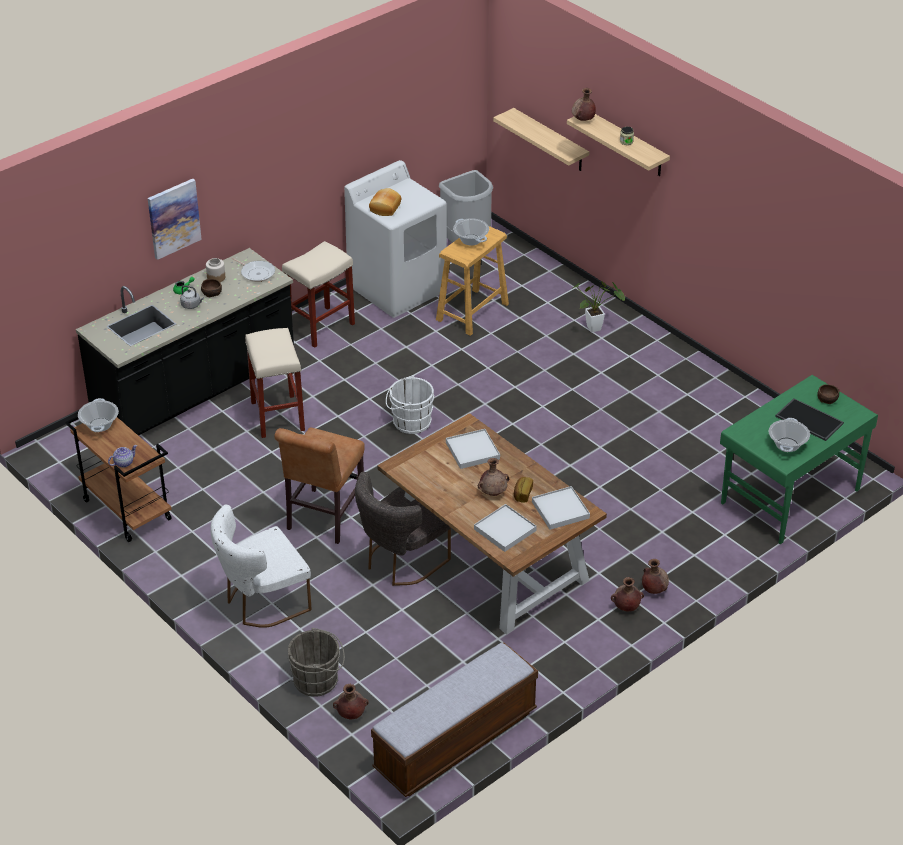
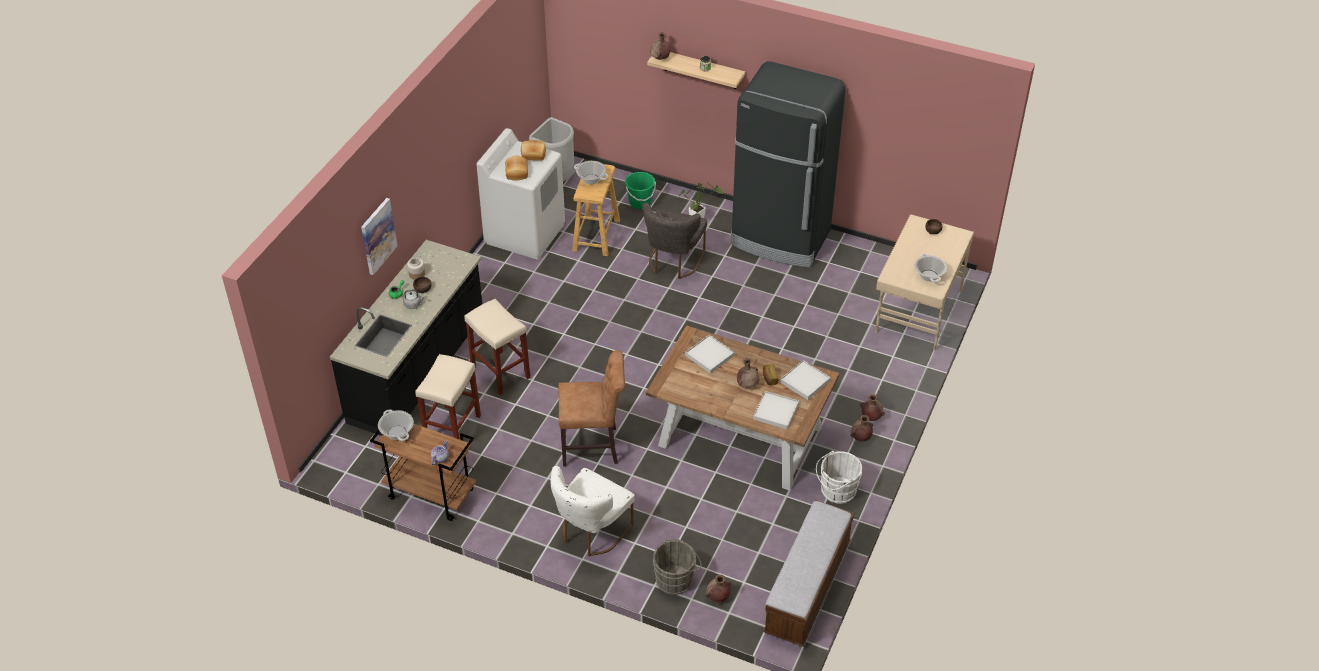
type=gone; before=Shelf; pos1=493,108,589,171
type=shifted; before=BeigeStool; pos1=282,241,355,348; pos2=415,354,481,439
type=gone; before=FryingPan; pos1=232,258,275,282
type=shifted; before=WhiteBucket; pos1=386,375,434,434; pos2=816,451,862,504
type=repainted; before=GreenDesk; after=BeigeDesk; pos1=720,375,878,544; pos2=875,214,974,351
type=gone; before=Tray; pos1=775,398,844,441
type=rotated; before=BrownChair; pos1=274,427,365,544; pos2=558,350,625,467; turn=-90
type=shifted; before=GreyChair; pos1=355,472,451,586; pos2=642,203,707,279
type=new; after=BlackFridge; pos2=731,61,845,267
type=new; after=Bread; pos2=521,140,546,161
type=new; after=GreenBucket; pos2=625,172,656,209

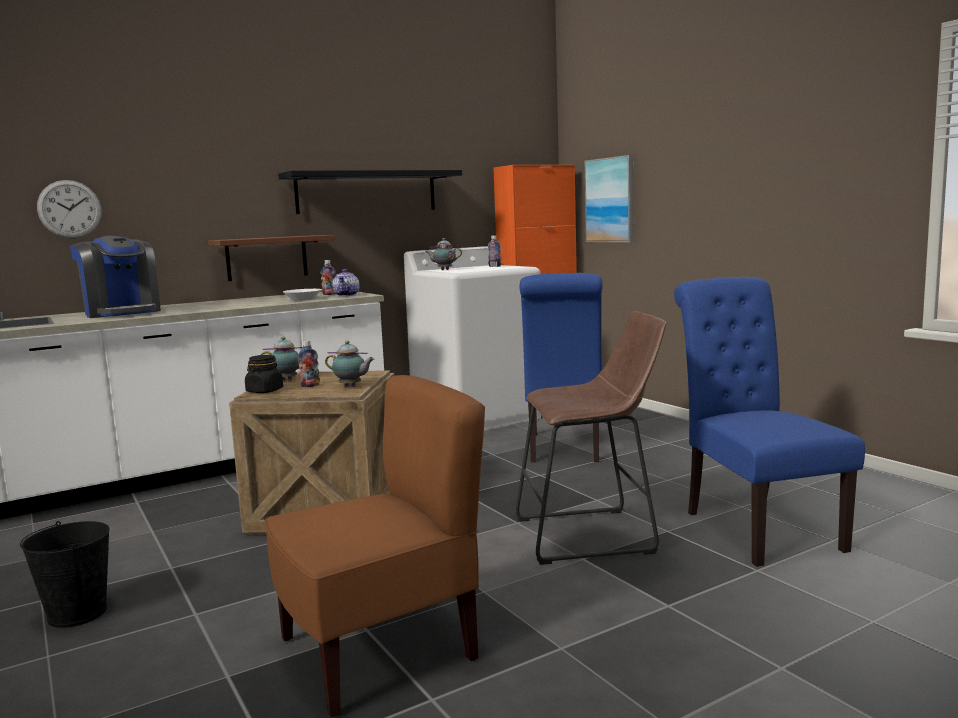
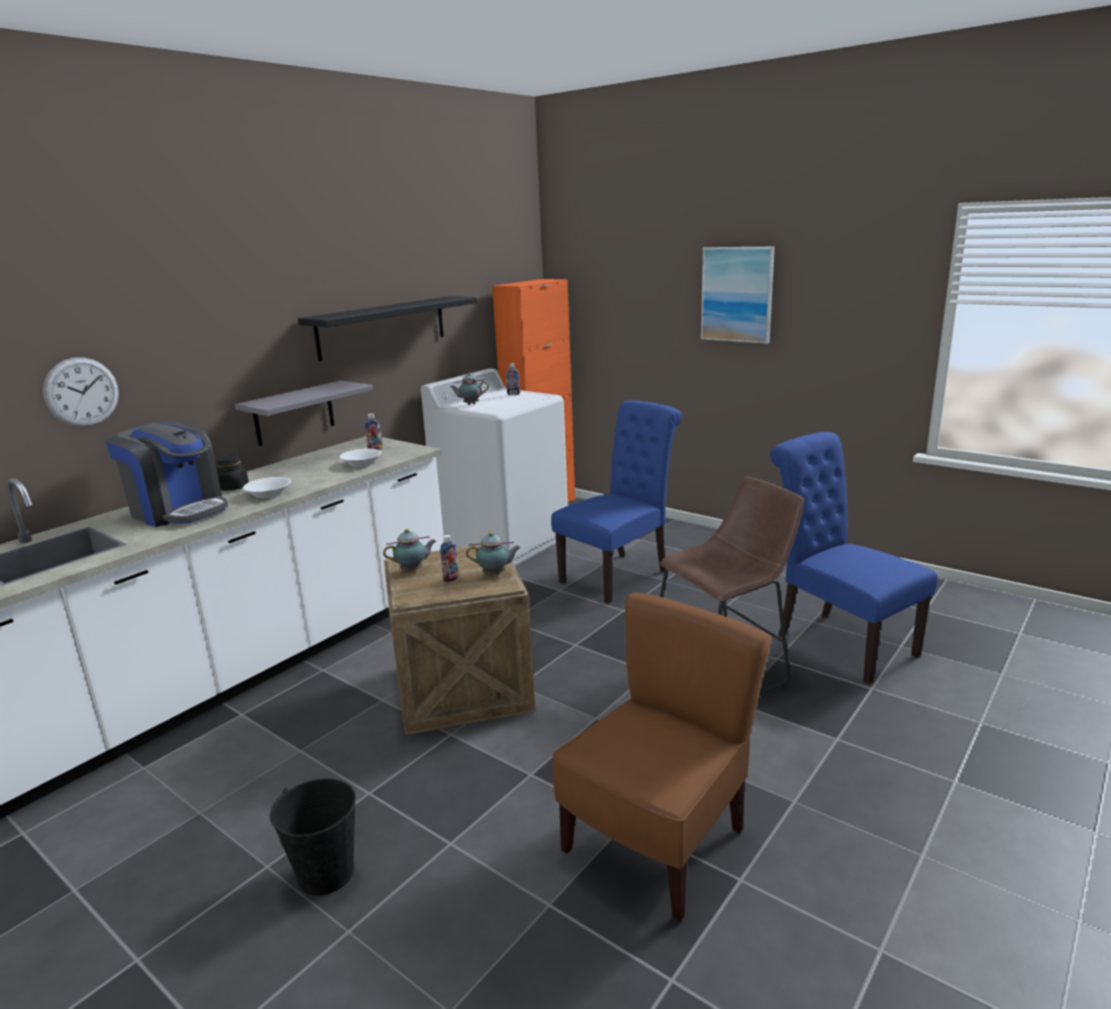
type=shifted; before=Picture; pos1=585,155,634,243; pos2=701,247,775,344
type=repainted; before=BrownShelf; after=GreyShelf; pos1=208,235,335,281; pos2=235,380,373,446
type=gone; before=Teapot; pos1=332,269,359,297
type=rotated; before=BlueChair; pos1=520,273,603,462; pos2=551,400,682,603; turn=-120
type=shifted; before=BlackJar; pos1=245,355,283,393; pos2=215,455,249,490
type=new; after=WhiteBowl; pos2=243,477,291,498

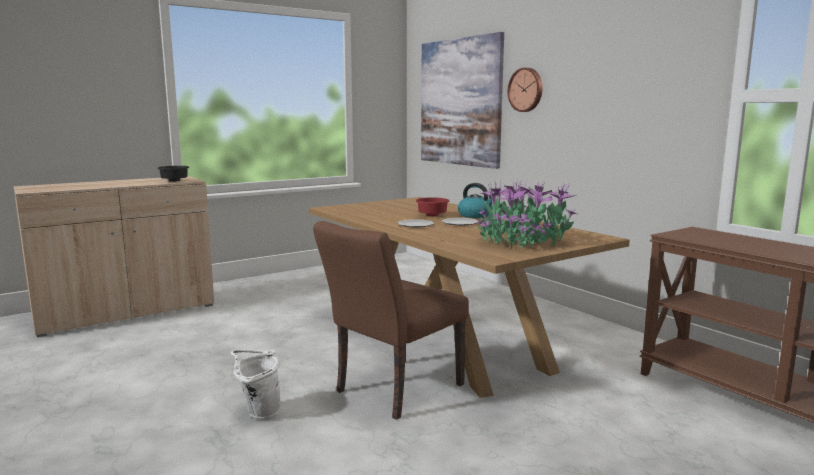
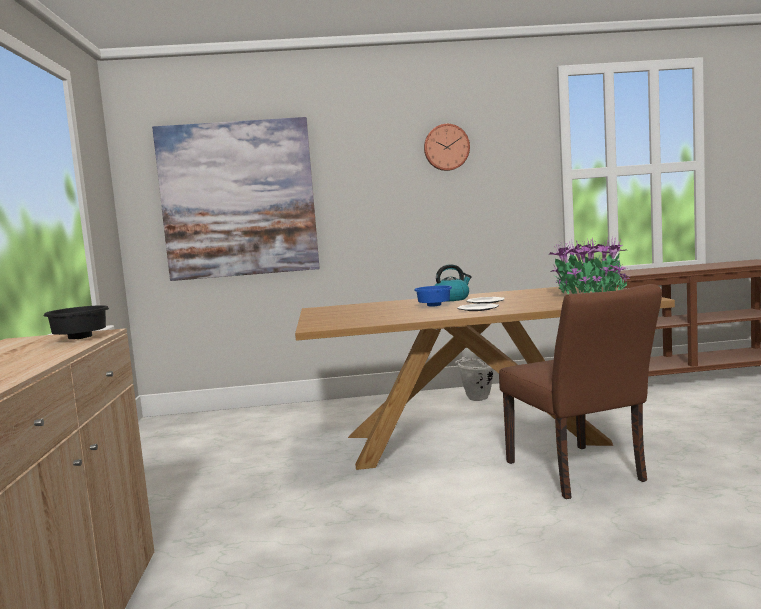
type=shifted; before=WallClock; pos1=508,68,543,112; pos2=424,124,470,171
type=repainted; before=RedBowl; after=BlueBowl; pos1=416,198,450,217; pos2=414,286,452,307
type=shifted; before=WhiteBucket; pos1=230,349,280,420; pos2=455,357,493,401

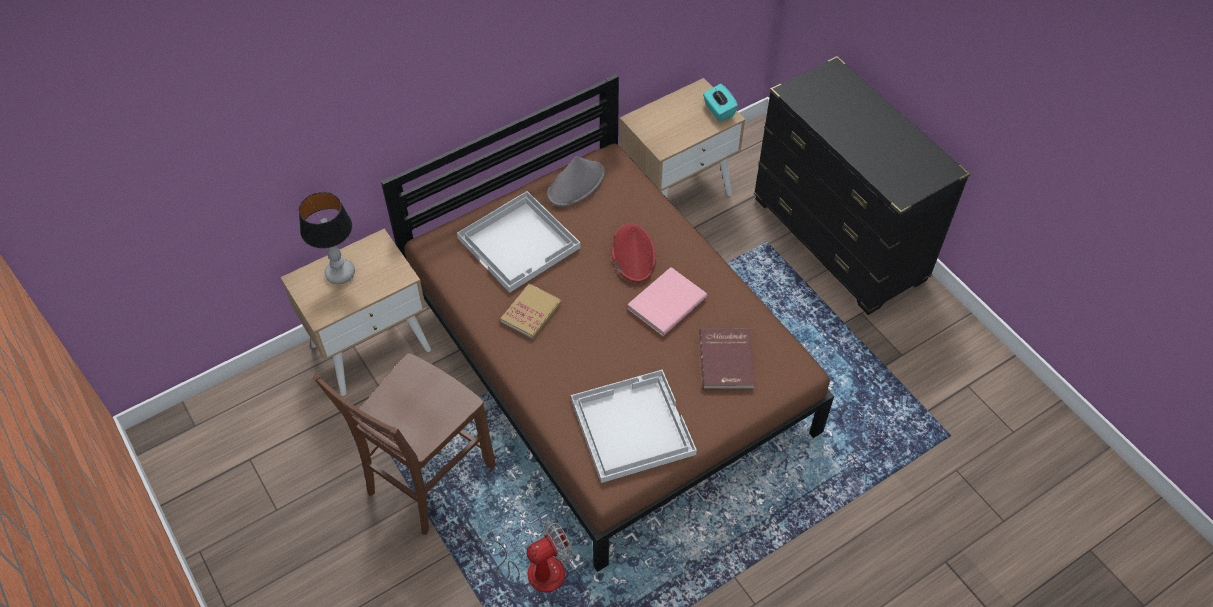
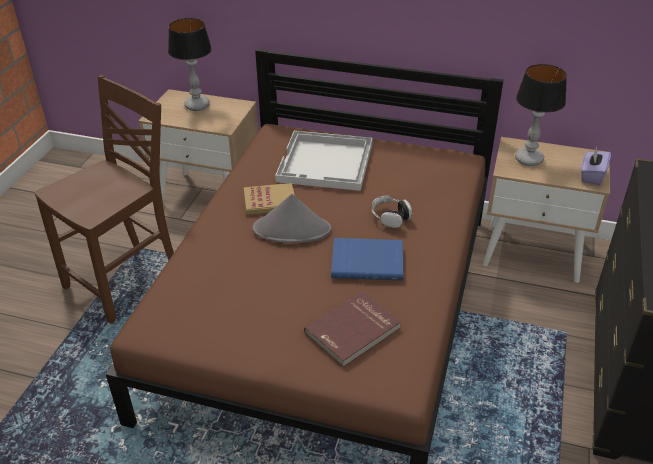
type=repainted; before=TurquoiseTissueBox; after=PurpleTissueBox; pos1=703,84,738,121; pos2=581,147,611,185
type=shifted; before=GreyHat; pos1=547,156,605,207; pos2=253,194,332,243
type=swapped; before=RedHat; after=Headphones; pos1=611,223,656,283; pos2=371,196,412,228
type=repainted; before=PinkBook; after=BlueBook; pos1=627,267,708,336; pos2=331,238,404,281
type=rotated; before=BrownChair; pos1=312,353,496,535; pos2=35,75,174,324; turn=135
type=gone; before=WhiteTray; pos1=571,370,697,483
type=gone; before=Fan; pos1=460,520,573,592
type=new; after=TableLamp; pos2=515,64,567,166

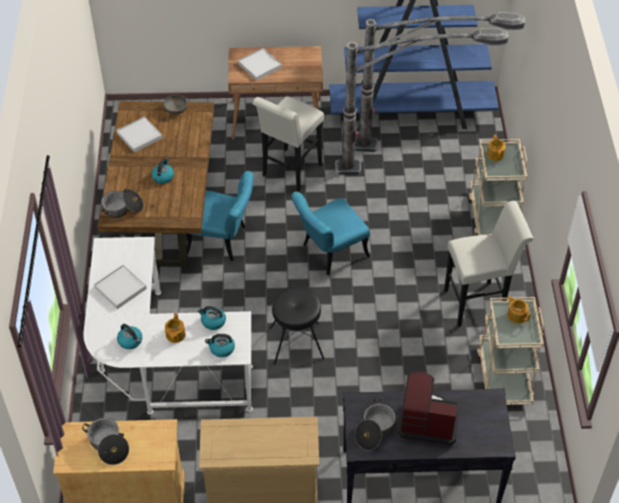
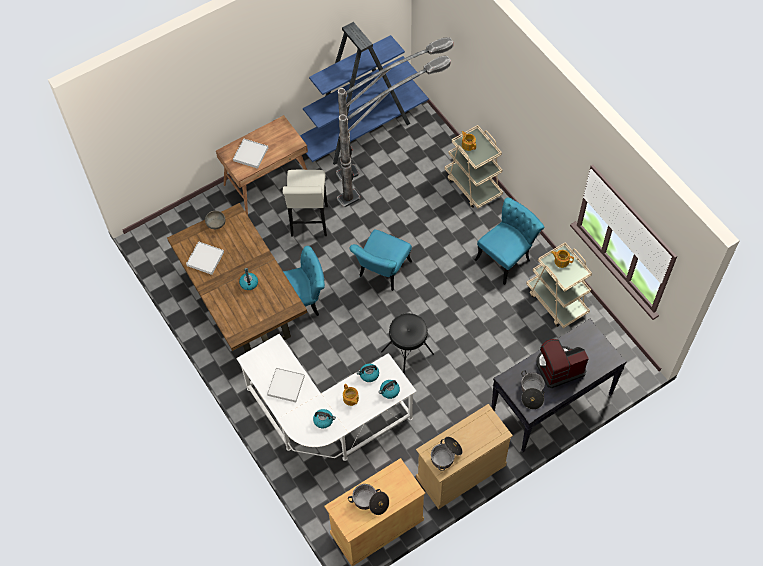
type=shifted; before=CookingPot; pos1=100,189,143,218; pos2=431,437,463,471
type=swapped; before=WhiteStool; after=TurquoiseChair; pos1=444,201,533,327; pos2=475,197,544,285

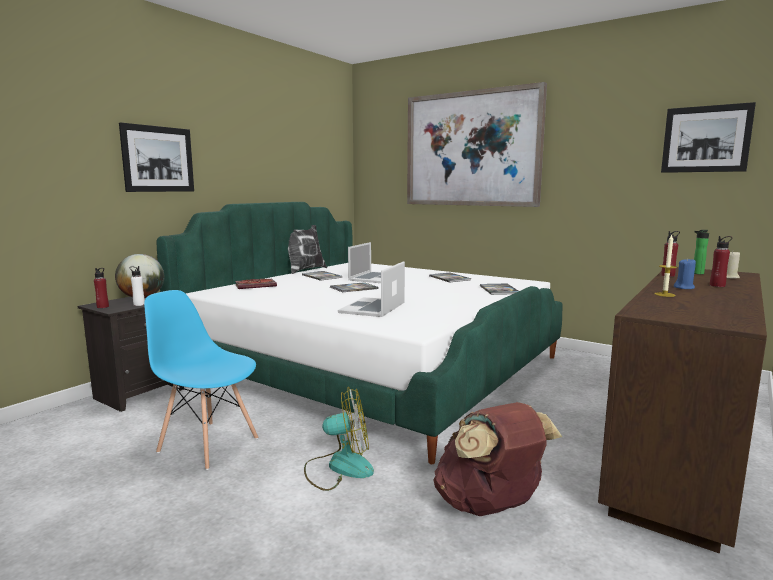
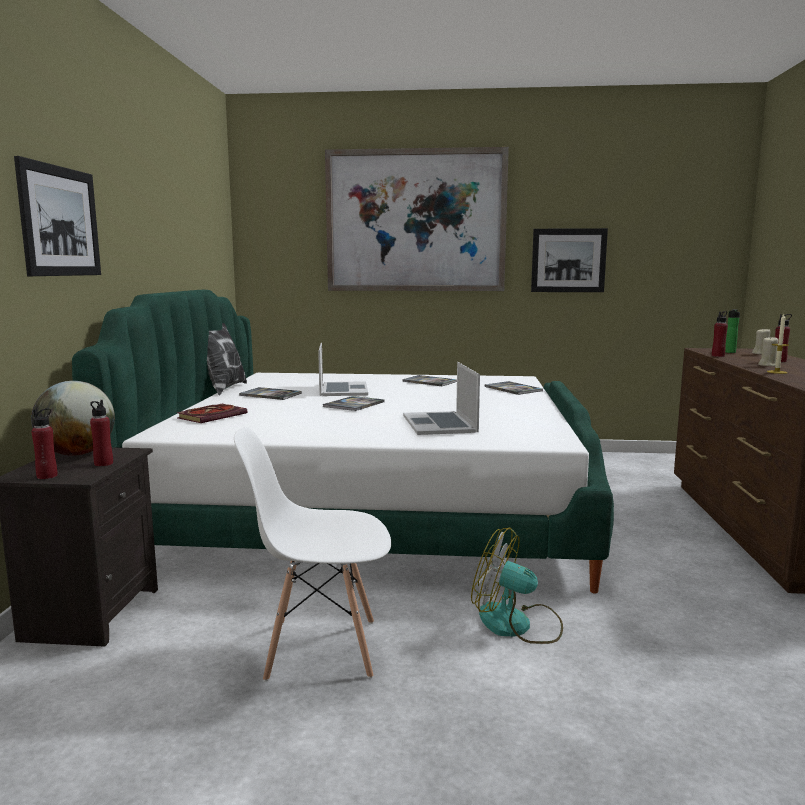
type=shifted; before=Picture; pos1=661,102,756,173; pos2=531,228,608,292
type=repainted; before=BlueCandle; after=BeigeCandle; pos1=674,258,696,289; pos2=758,336,778,366
type=repainted; before=WhiteBottle; after=RedBottle; pos1=130,266,145,306; pos2=90,400,113,466
type=repainted; before=BlueChair; after=WhiteChair; pos1=144,290,258,470; pos2=234,427,391,682
type=rotated; before=Fan; pos1=304,387,374,491; pos2=471,527,563,644; turn=-120
type=gone; before=BrownBackpack; pos1=433,402,562,516

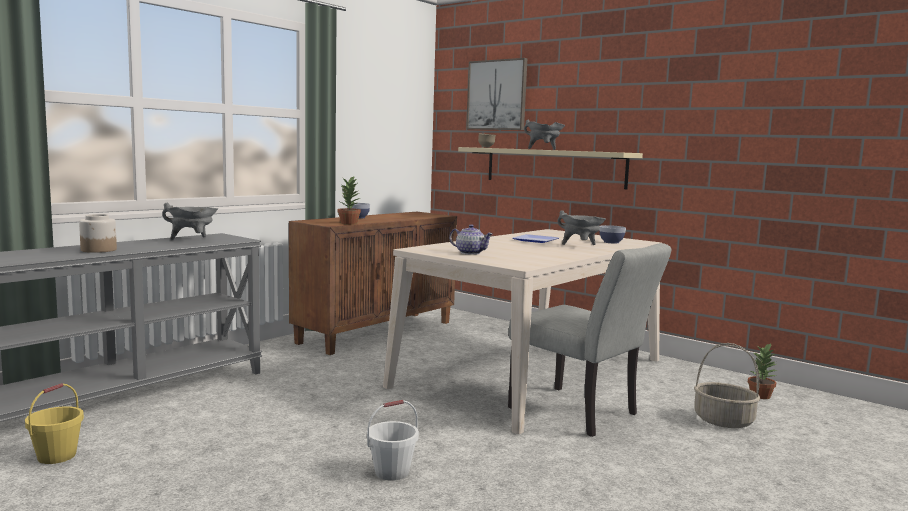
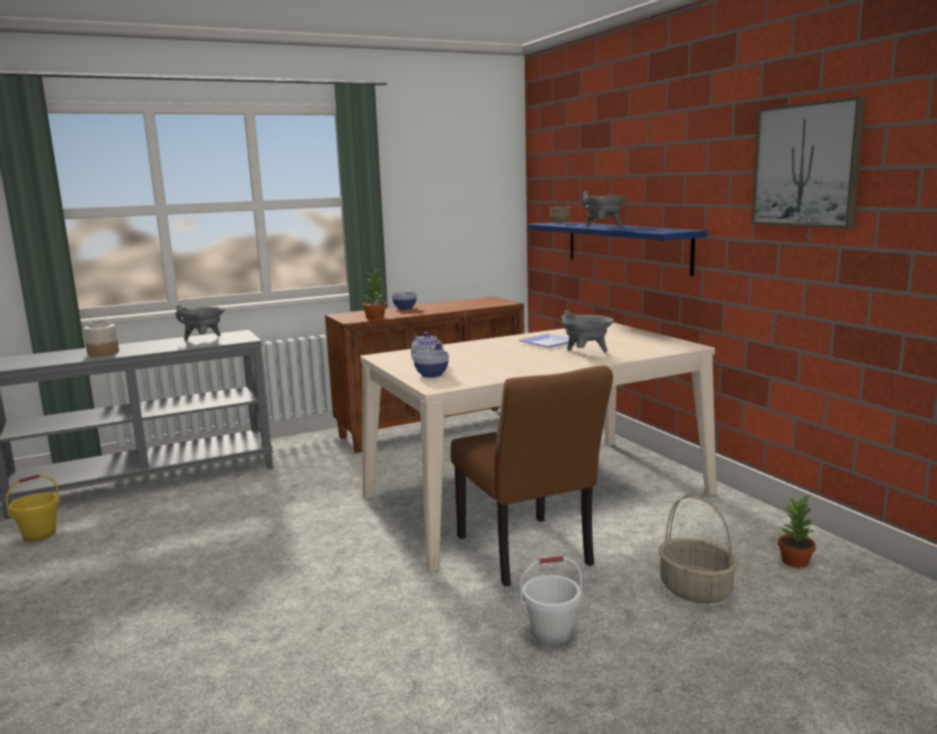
type=shifted; before=Picture; pos1=466,58,527,130; pos2=751,96,865,228
type=repainted; before=BeigeShelf; after=BlueShelf; pos1=458,147,643,189; pos2=528,222,708,276
type=shifted; before=Bowl; pos1=599,225,626,244; pos2=413,350,449,378
type=repainted; before=GreyChair; after=BrownChair; pos1=508,243,671,437; pos2=451,365,613,587
type=shifted; before=WhiteBucket; pos1=367,400,419,481; pos2=520,556,582,645

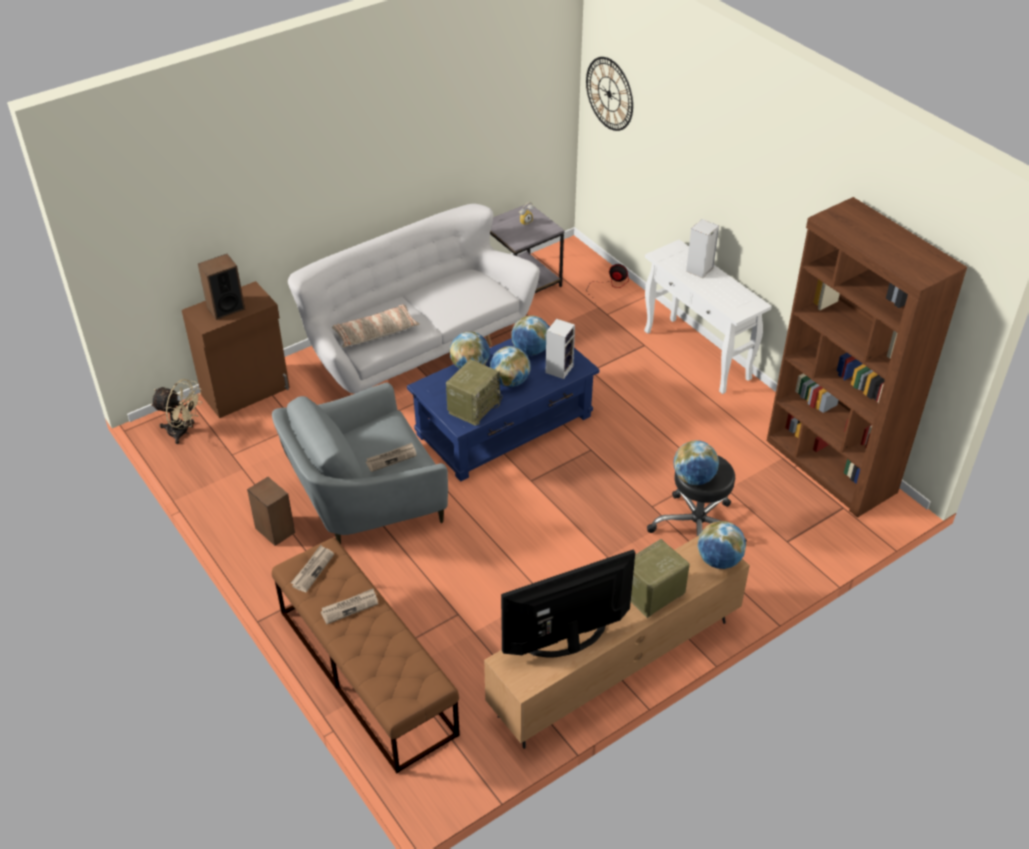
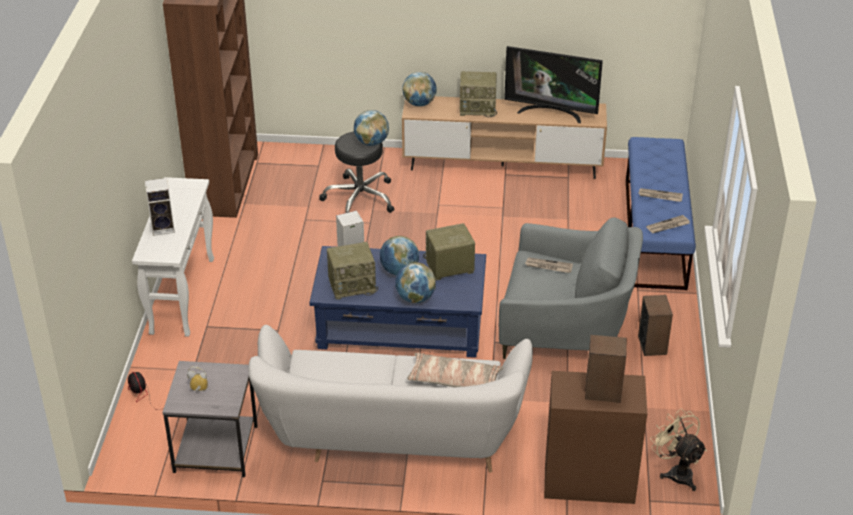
type=gone; before=WallClock; pos1=586,57,633,131
type=swapped; before=Globe; after=Radio; pos1=511,315,549,355; pos2=327,242,378,300
type=repainted; before=BrownBench; after=BlueBench; pos1=272,538,460,773; pos2=626,137,696,290

